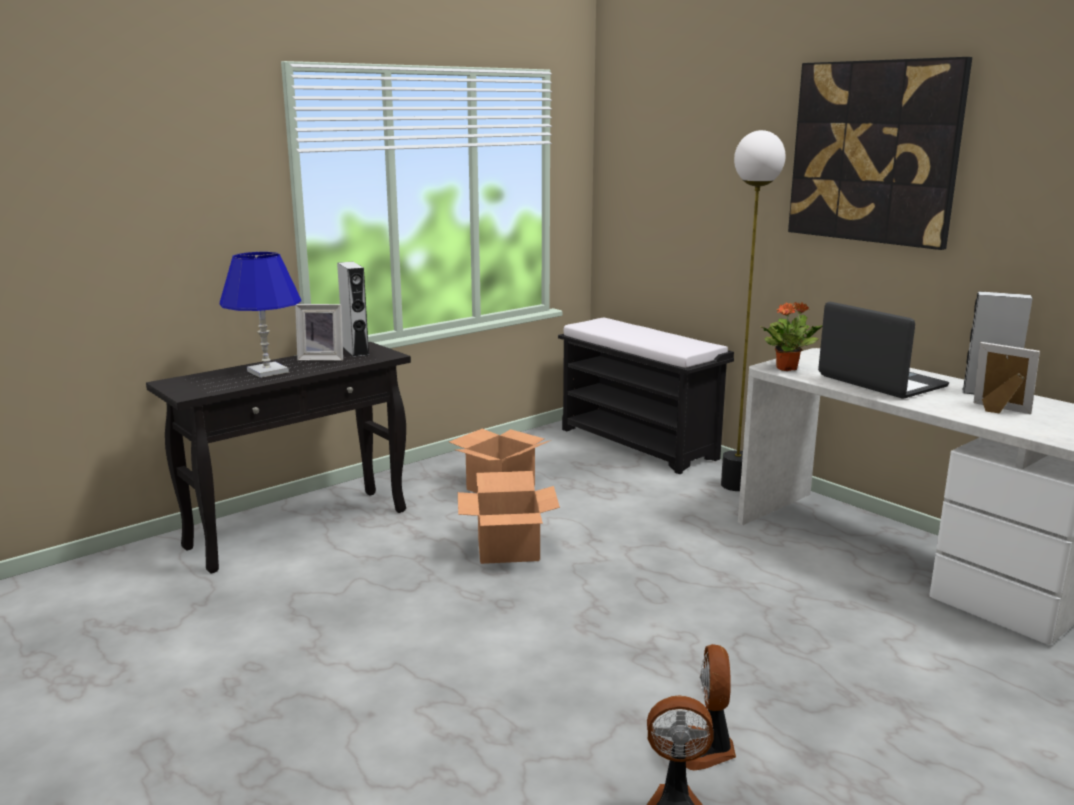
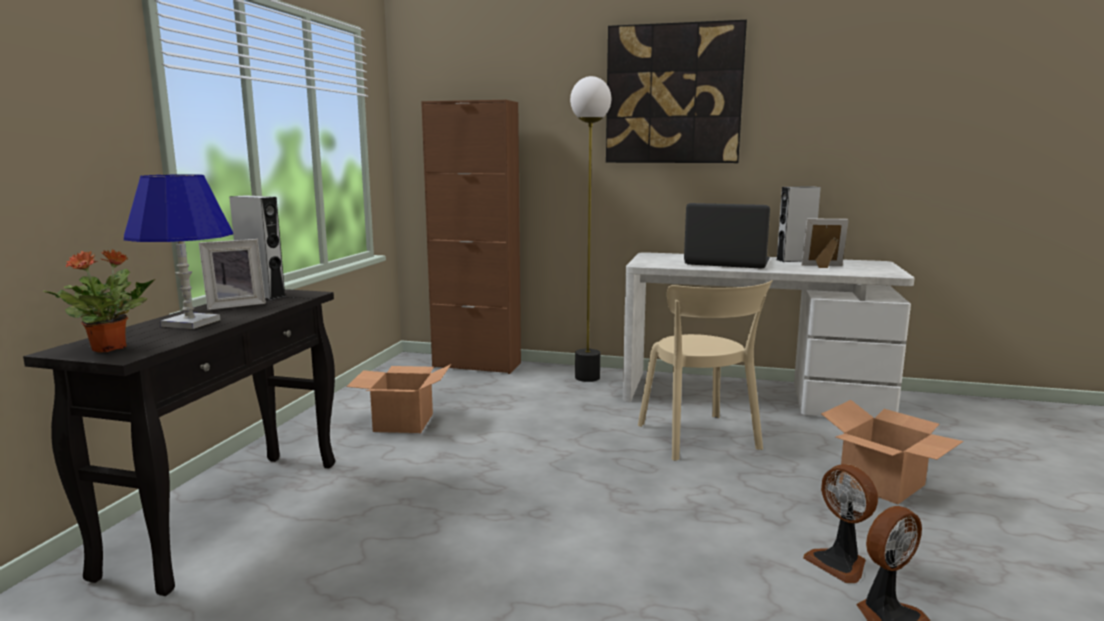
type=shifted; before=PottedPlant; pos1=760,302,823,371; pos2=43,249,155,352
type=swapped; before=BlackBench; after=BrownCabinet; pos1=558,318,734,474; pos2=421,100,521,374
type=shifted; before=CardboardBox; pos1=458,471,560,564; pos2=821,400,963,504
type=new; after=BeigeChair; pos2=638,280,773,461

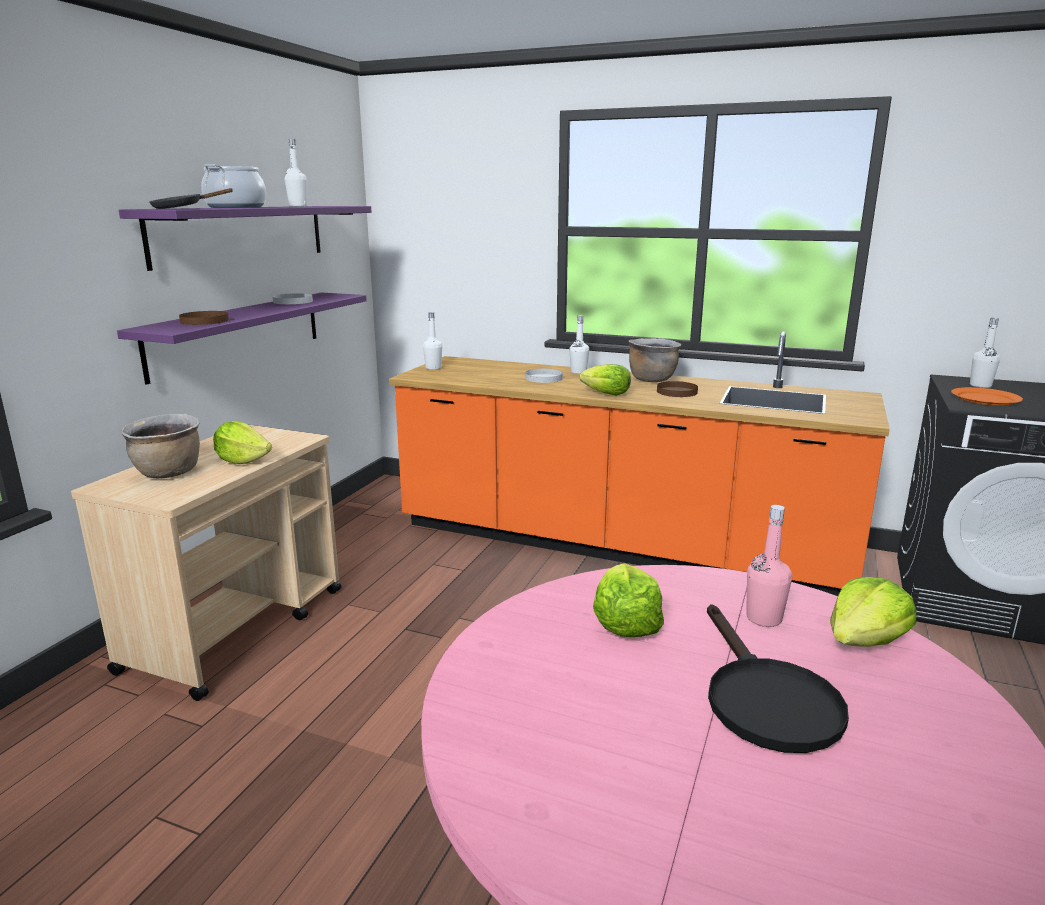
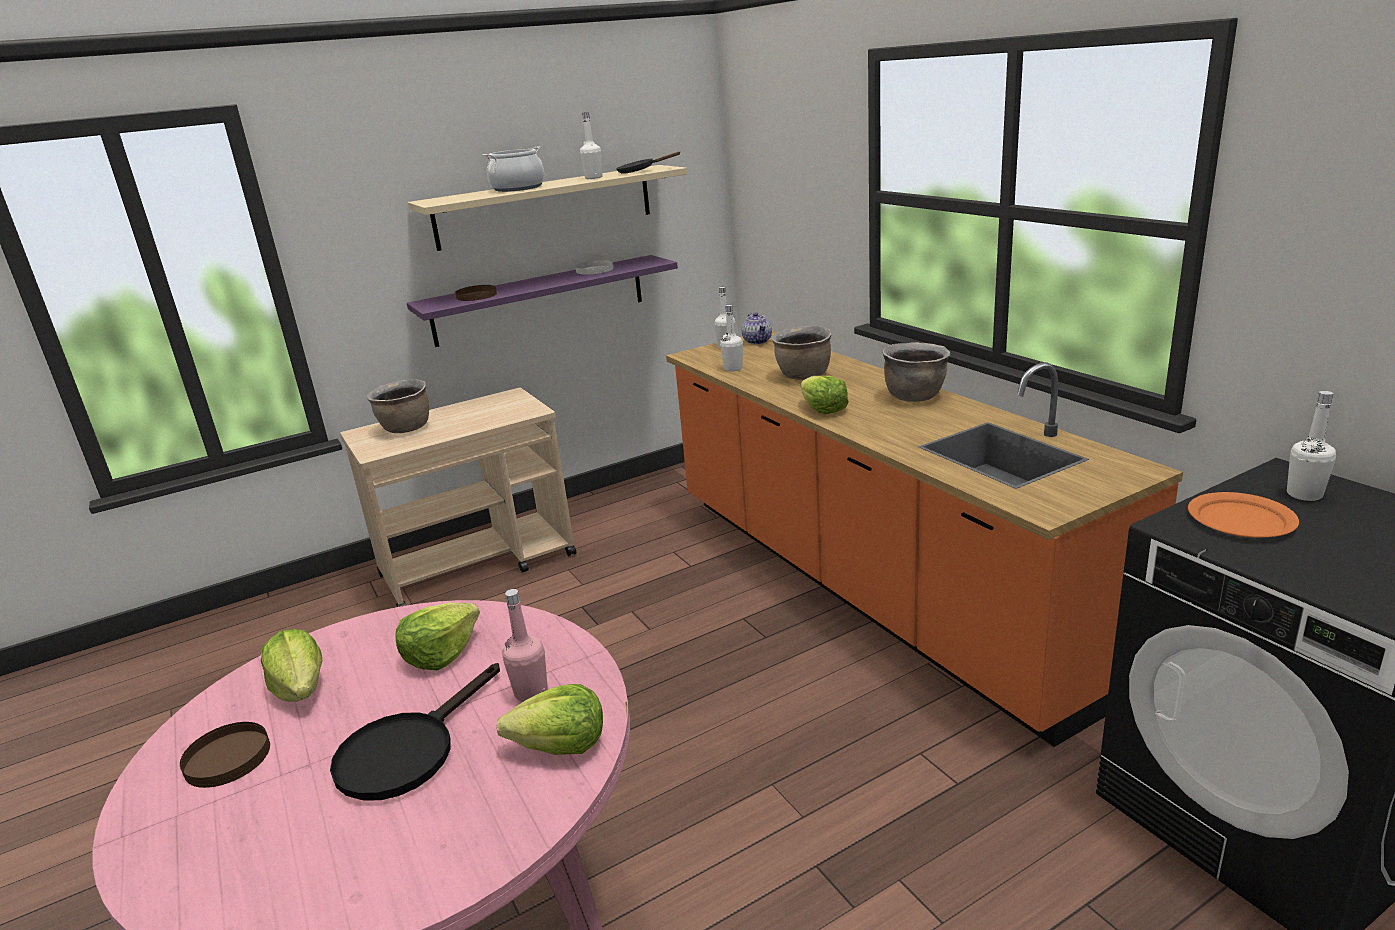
type=shifted; before=BlackFryingPan; pos1=149,188,233,209; pos2=616,151,680,174
type=repainted; before=PurpleShelf; after=BeigeShelf; pos1=119,206,372,271; pos2=408,165,687,251
type=shifted; before=WhiteBottle; pos1=570,315,589,374; pos2=720,305,743,372
type=swapped; before=WhitePlate; after=BrownCookingPot; pos1=525,369,563,383; pos2=772,326,832,380
type=shifted; before=BrownPlate; pos1=657,381,698,397; pos2=180,722,270,788
type=shifted; before=Lettuce; pos1=213,421,272,464; pos2=261,629,323,702
type=new; after=Teapot; pos2=742,312,772,344

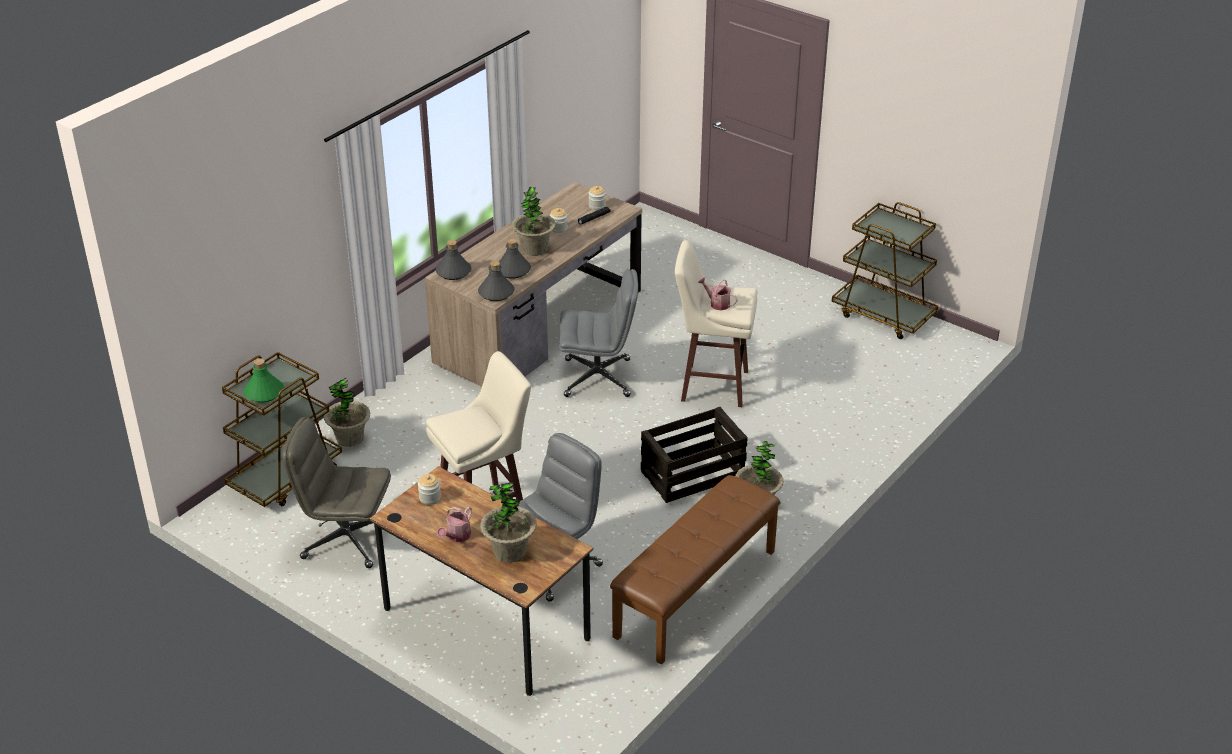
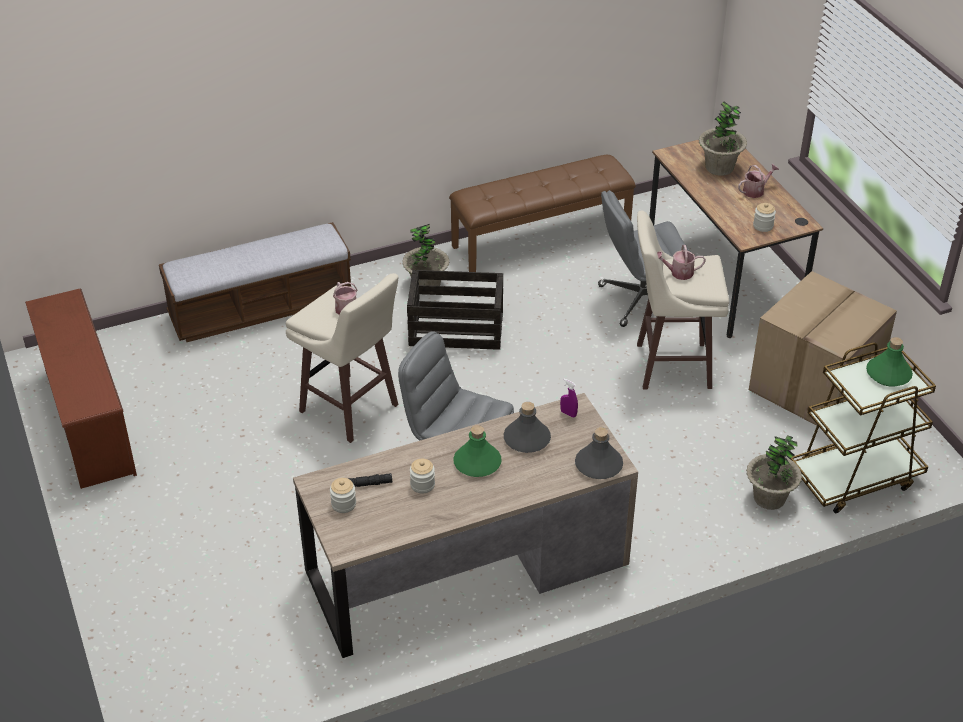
type=swapped; before=PottedPlant; after=GreenBottle; pos1=512,187,556,256; pos2=454,425,502,477
type=swapped; before=BrownCart; after=BrownShoeRack; pos1=832,202,938,339; pos2=25,288,137,489
type=swapped; before=GreyBottle; after=PurpleSprayBottle; pos1=478,261,514,301; pos2=560,378,578,418
type=swapped; before=GreyOfficeChair; after=CardboardBox; pos1=282,417,391,568; pos2=749,271,897,426
type=new; after=Bench; pos2=159,222,351,342
type=new; after=WateringCan; pos2=657,245,706,280

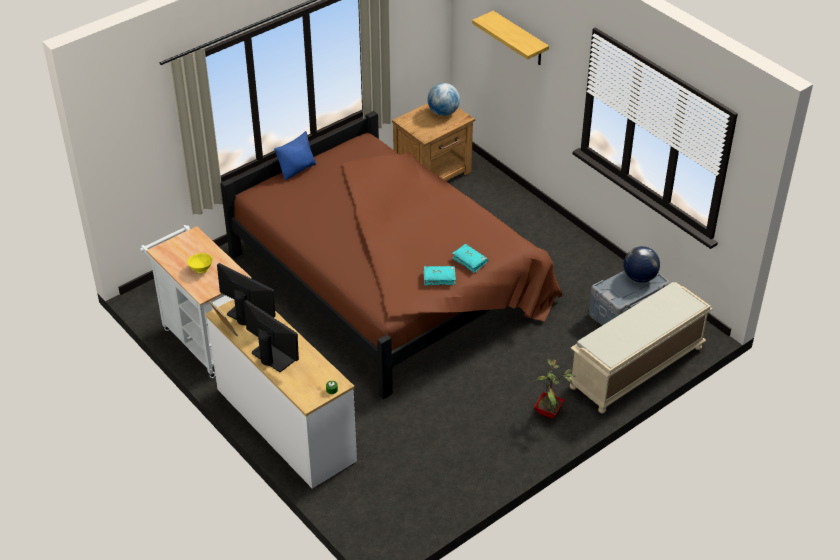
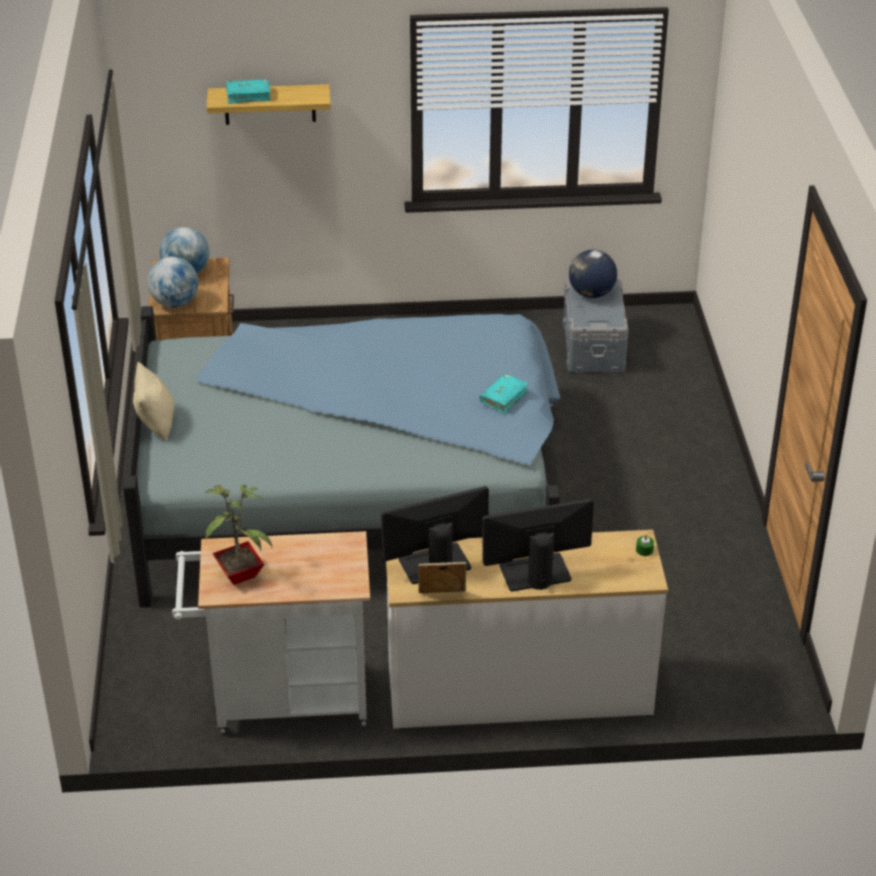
type=repainted; before=BrownBed; after=BlueBed; pos1=220,111,563,399; pos2=123,306,561,607
type=repainted; before=BluePillow; after=BeigePillow; pos1=274,131,316,180; pos2=133,362,175,441
type=shifted; before=TurquoiseBook; pos1=452,244,488,273; pos2=226,79,271,104
type=gone; before=YellowBowl; pos1=188,253,213,273
type=gone; before=BeigeBench; pos1=567,282,712,413
type=shifted; before=PottedPlant; pos1=534,359,575,419; pos2=205,485,272,585
type=new; after=Globe; pos2=147,257,198,308

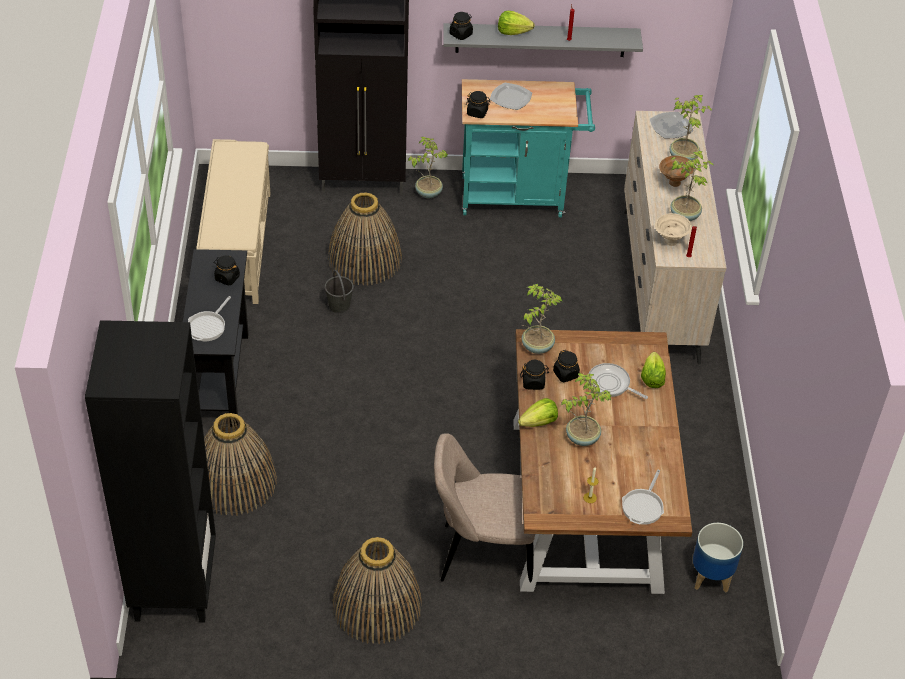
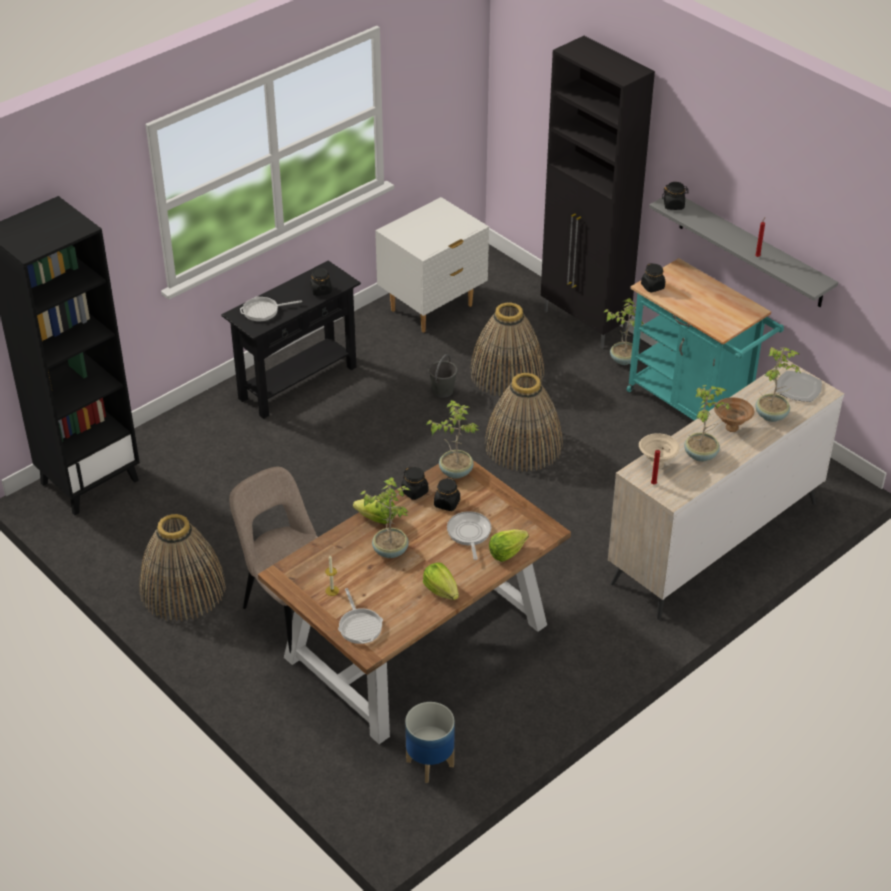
type=shifted; before=Lettuce; pos1=498,11,535,35; pos2=423,562,459,600
type=gone; before=Plate; pos1=490,82,532,110
type=swapped; before=BeigeBench; after=WhiteNightstand; pos1=196,139,270,304; pos2=375,197,489,333
type=shifted; before=Basket; pos1=204,413,277,516; pos2=485,373,563,472
type=rotated; before=FryingPan; pos1=622,470,664,525; pos2=338,588,383,644; turn=-90

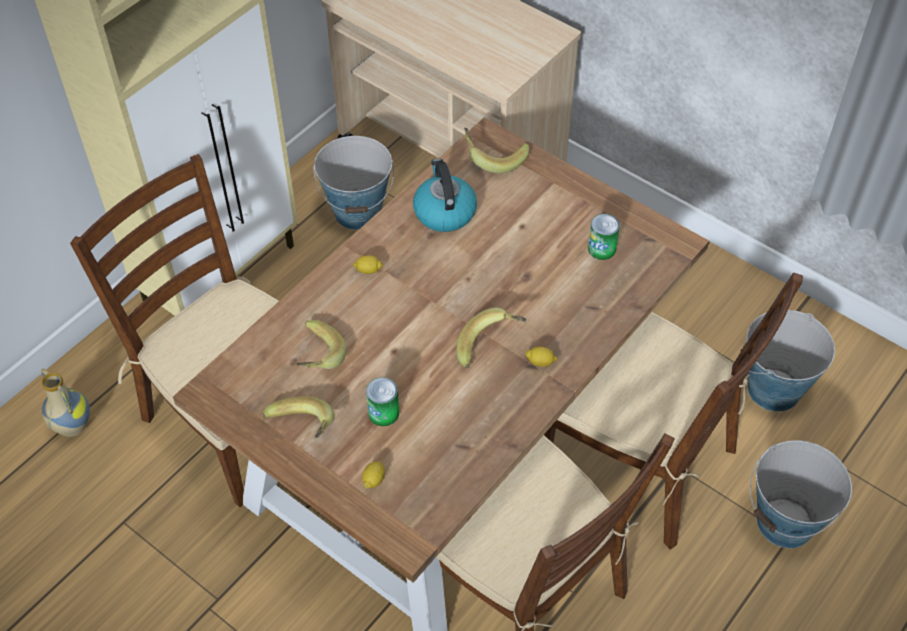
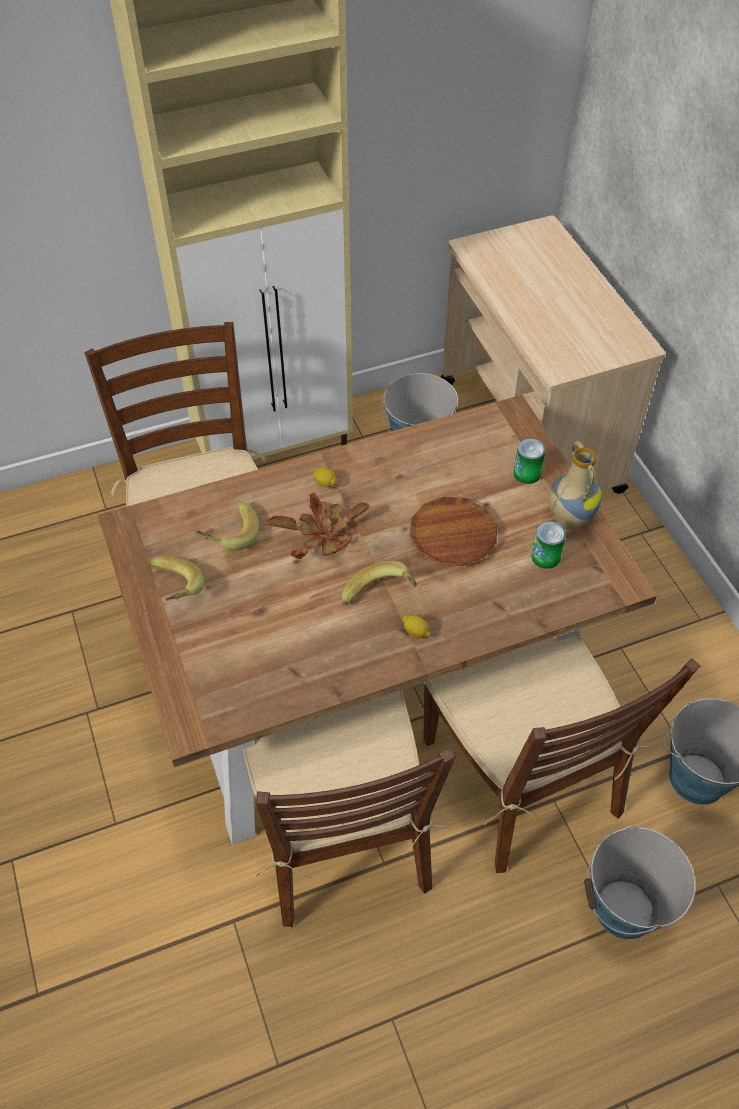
type=gone; before=Banana; pos1=464,128,529,173
type=gone; before=Kettle; pos1=413,159,477,232
type=shifted; before=Vase; pos1=41,369,90,437; pos2=548,441,602,529
type=shifted; before=Can; pos1=366,377,399,426; pos2=513,438,546,484
type=gone; before=Lemon; pos1=362,461,385,489
type=new; after=PottedPlant; pos2=265,493,370,559
type=new; after=BrownPlate; pos2=409,497,497,566

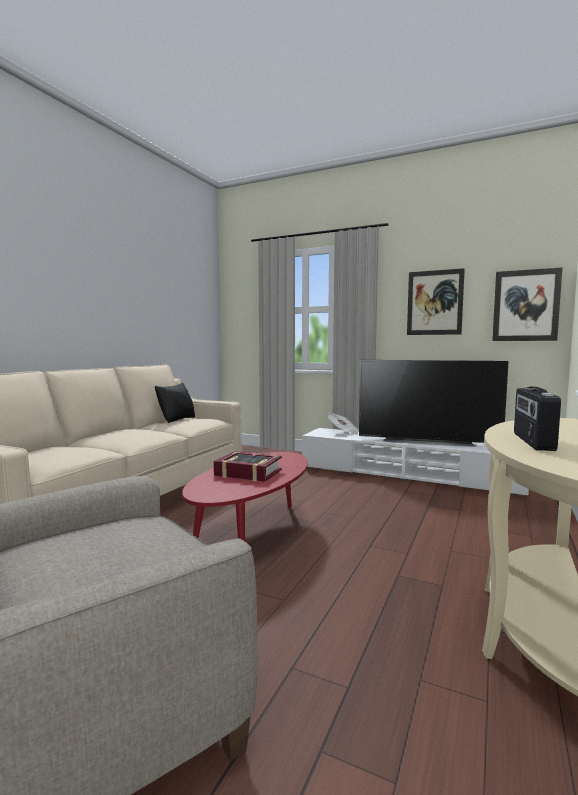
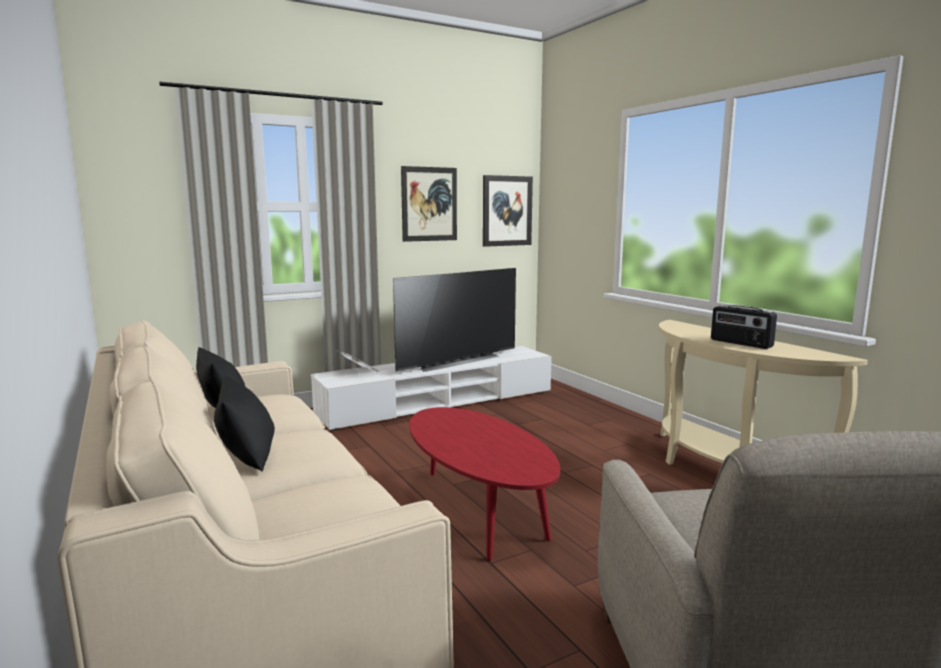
type=gone; before=Book; pos1=214,451,282,482
type=new; after=BlackPillow; pos2=214,375,275,472

